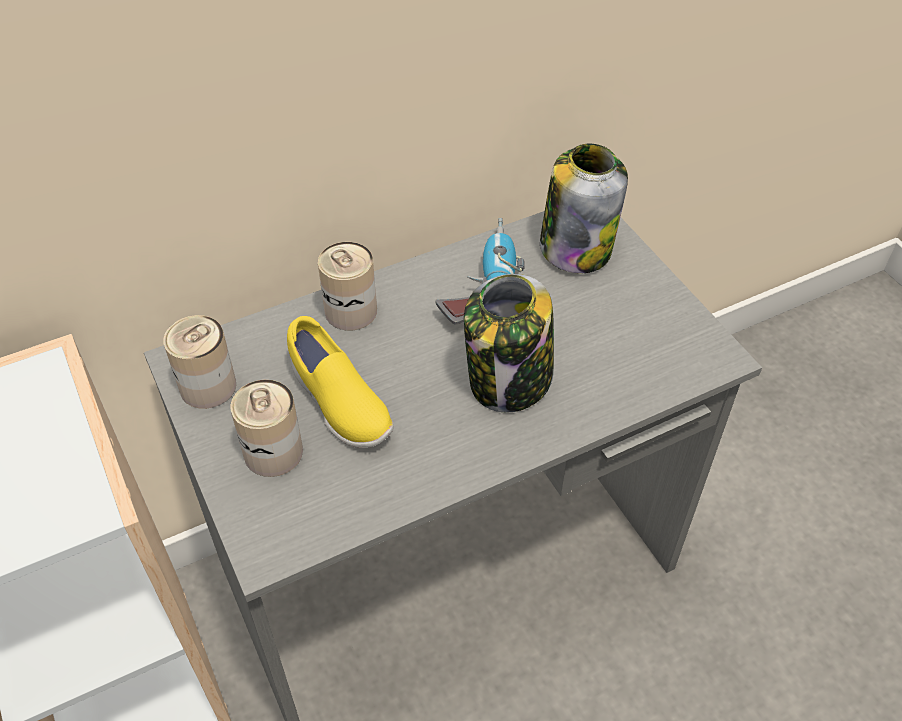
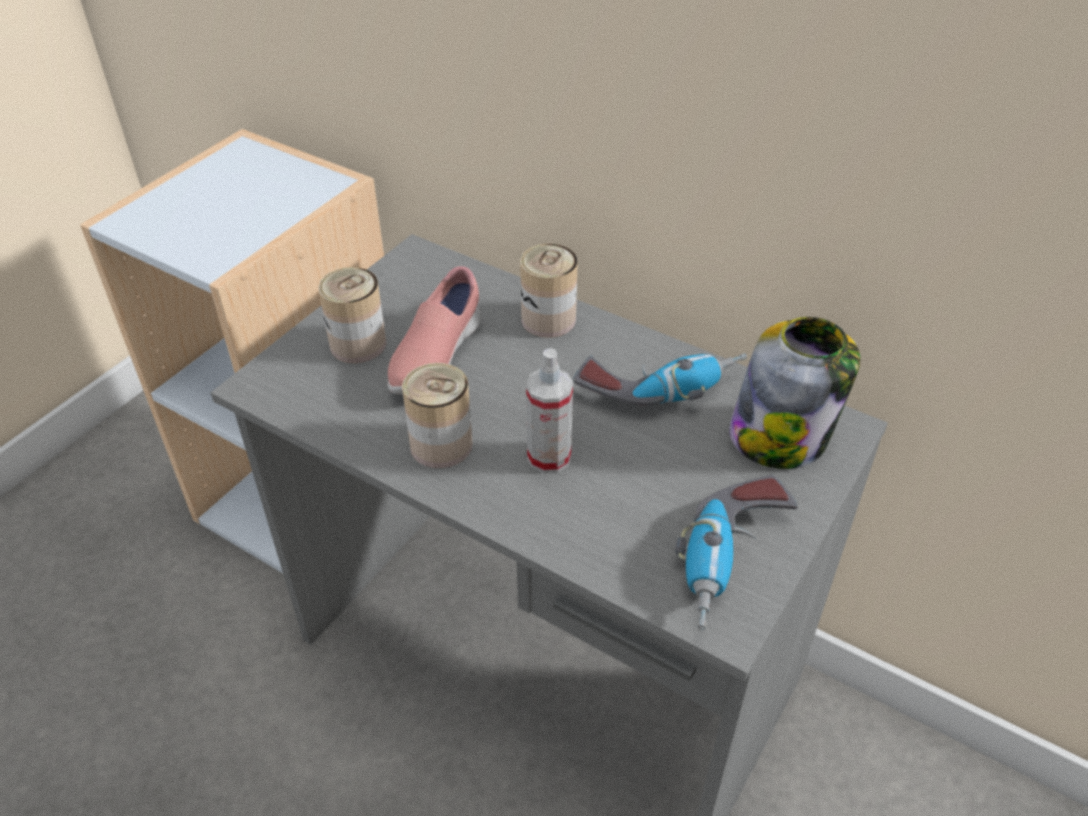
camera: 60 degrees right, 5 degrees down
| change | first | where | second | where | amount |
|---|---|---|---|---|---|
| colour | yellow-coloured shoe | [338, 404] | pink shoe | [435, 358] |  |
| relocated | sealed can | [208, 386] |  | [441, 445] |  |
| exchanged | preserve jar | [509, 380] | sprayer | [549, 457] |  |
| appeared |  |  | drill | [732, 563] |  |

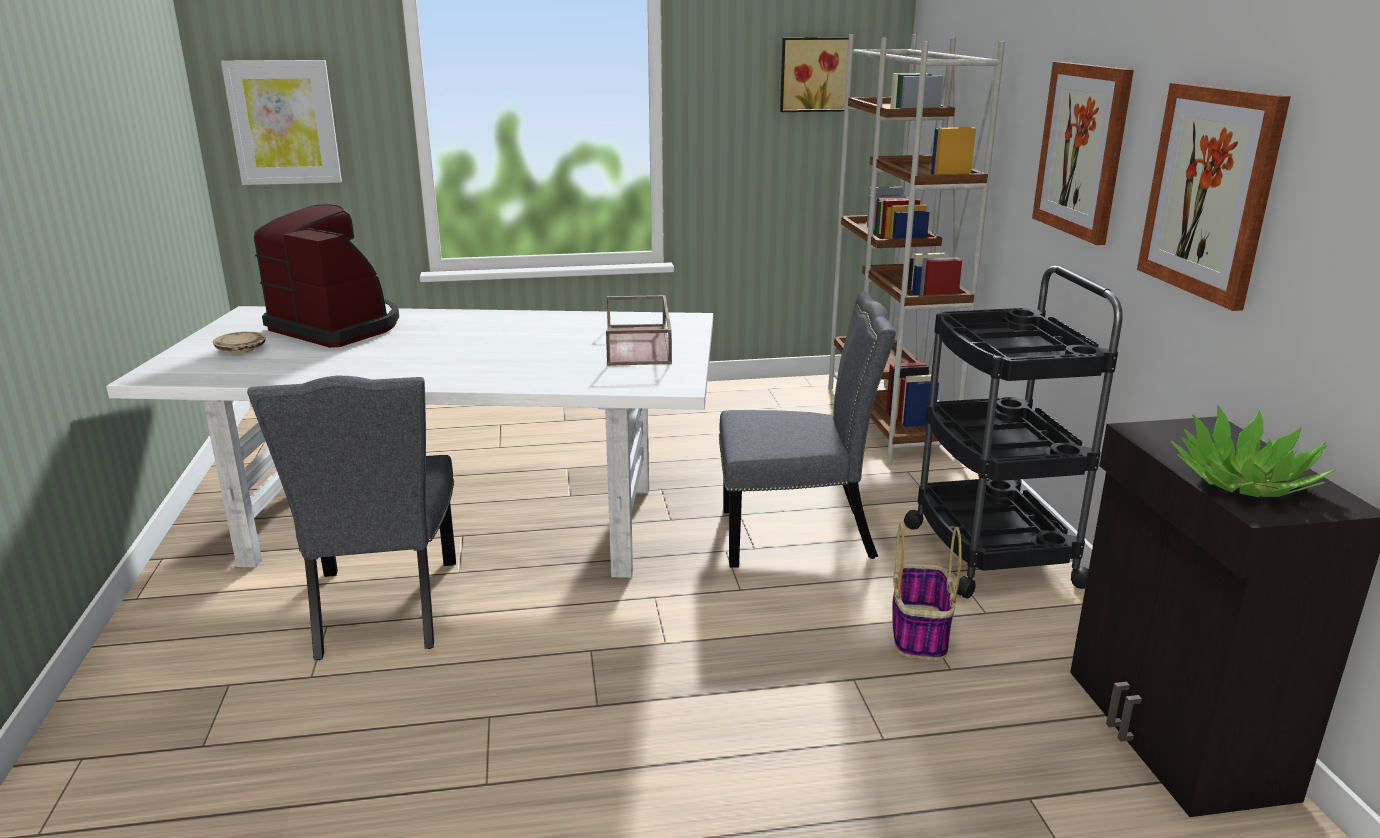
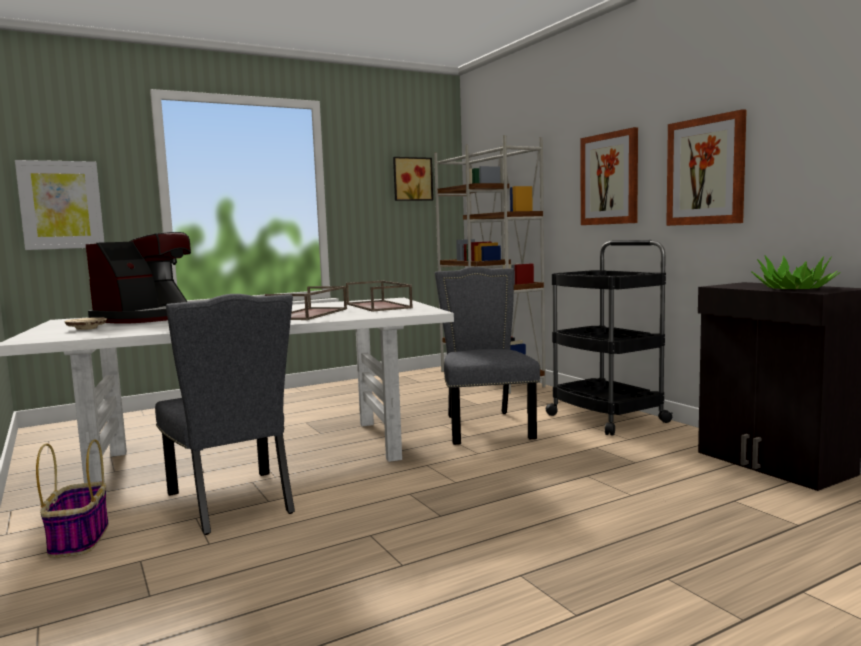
camera: 20 degrees left, 15 degrees down
| change | first | where | second | where | amount |
|---|---|---|---|---|---|
| relocated | household basket | [918, 632] |  | [79, 539] |  |
| spun | coffee brewer | [337, 327] |  | [149, 318] | 105 degrees clockwise |
| appeared |  |  | brown-coloured tray | [309, 314] |  |
| spun | greyish upright chair | [793, 536] |  | [486, 428] | 75 degrees counterclockwise |

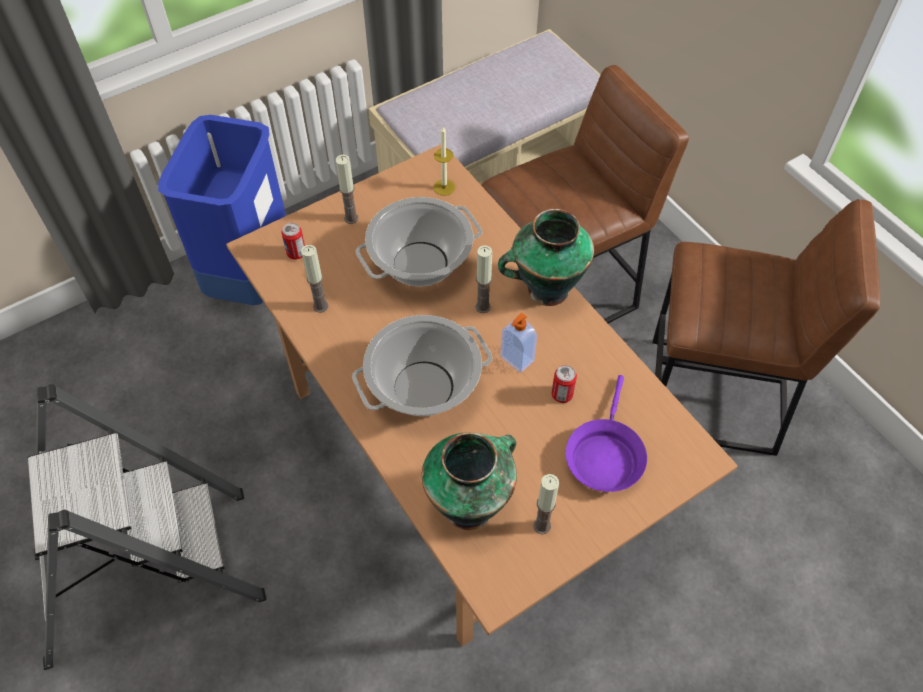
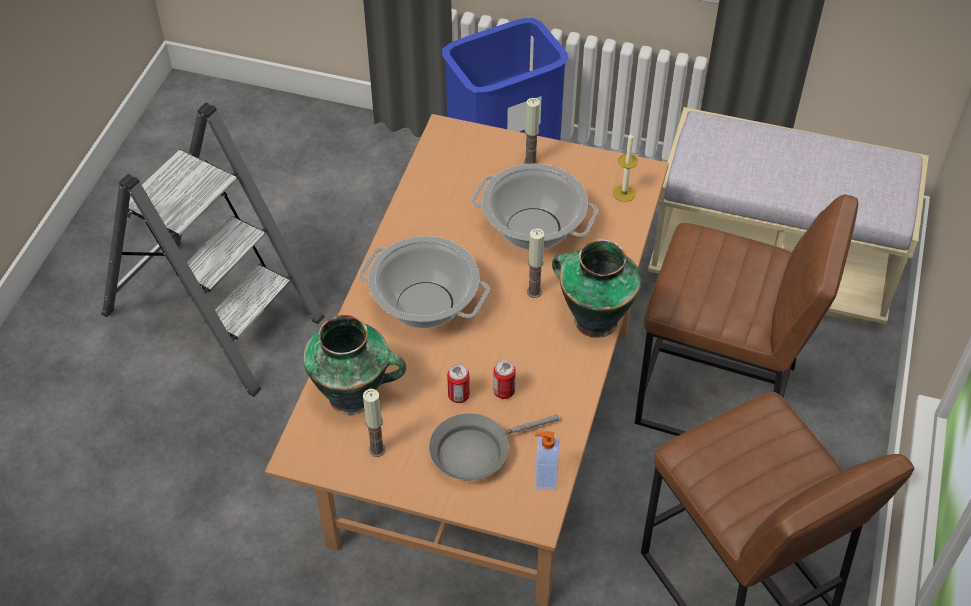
camera: 50 degrees right, 5 degrees down
| change | first | where | second | where | amount |
|---|---|---|---|---|---|
| colour | purplish skillet | [604, 455] | greyish skillet | [476, 451] |  |
| relocated | sealed can | [296, 253] |  | [458, 395] |  |
| relocated | liquid soap bottle | [516, 360] |  | [544, 477] |  |
| missing | wax candle | [320, 306] |  |  |  |

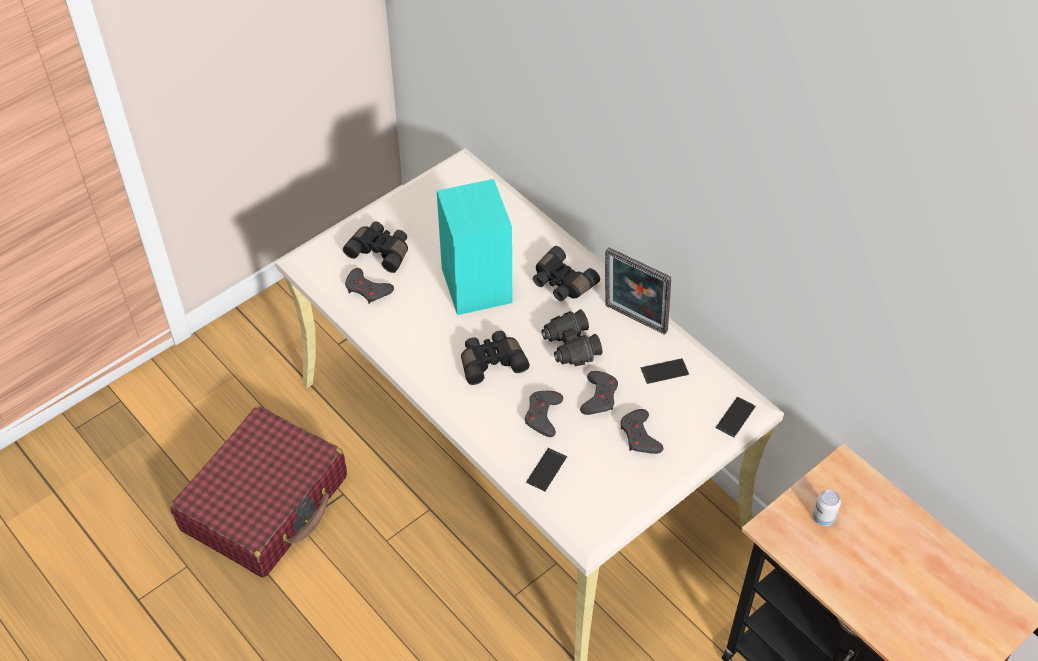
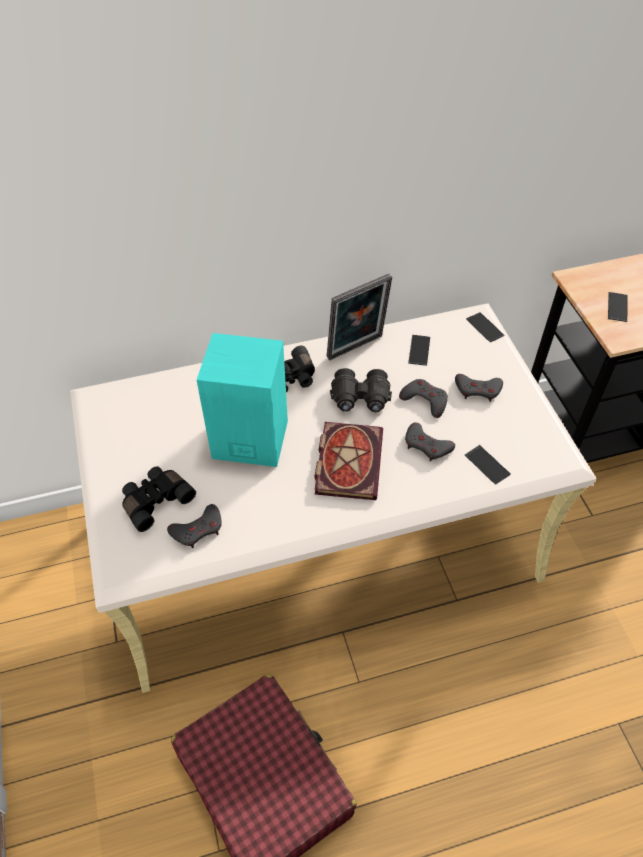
camera: 65 degrees left, 0 degrees up
| change | first | where | second | where | amount |
|---|---|---|---|---|---|
| exchanged | black binoculars | [491, 362] | book | [347, 460] |  |
| exchanged | sealed can | [823, 518] | handset | [617, 307] |  |

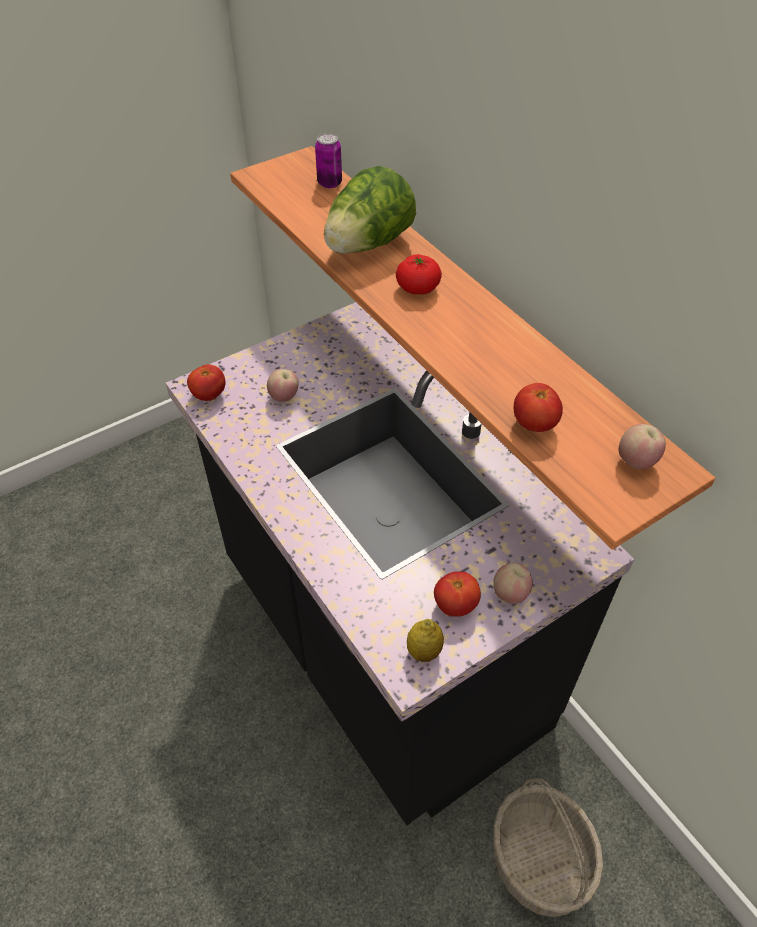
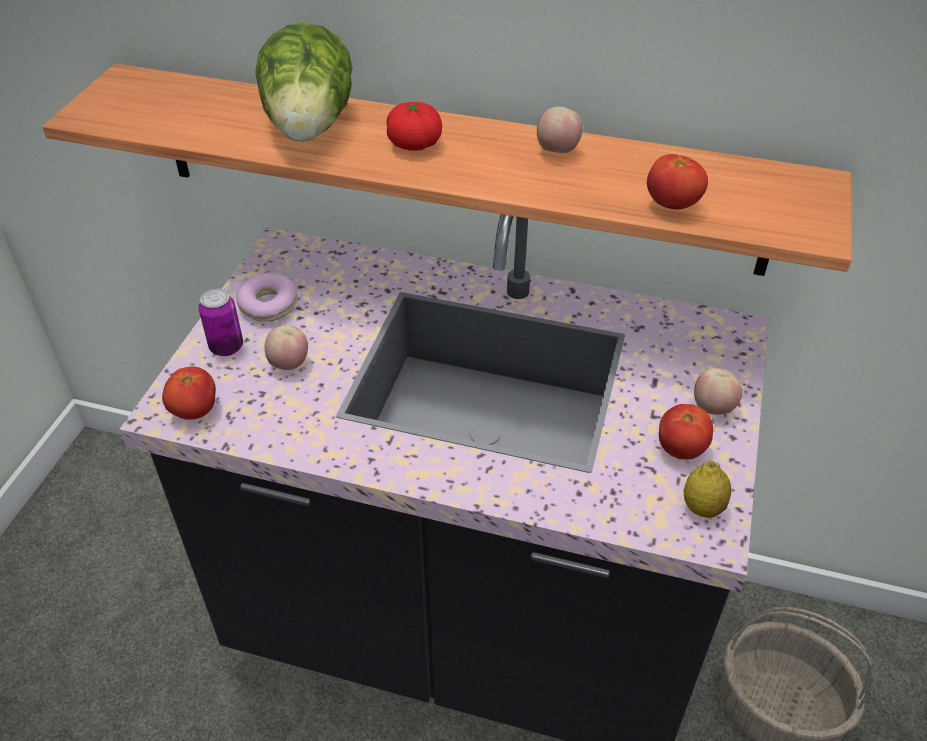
camera: 40 degrees left, 5 degrees down
| change | first | where | second | where | amount |
|---|---|---|---|---|---|
| relocated | sealed can | [329, 183] |  | [226, 347] |  |
| appeared |  |  | donut | [268, 305] |  |
| relocated | whole apple | [636, 462] |  | [557, 151] |  |

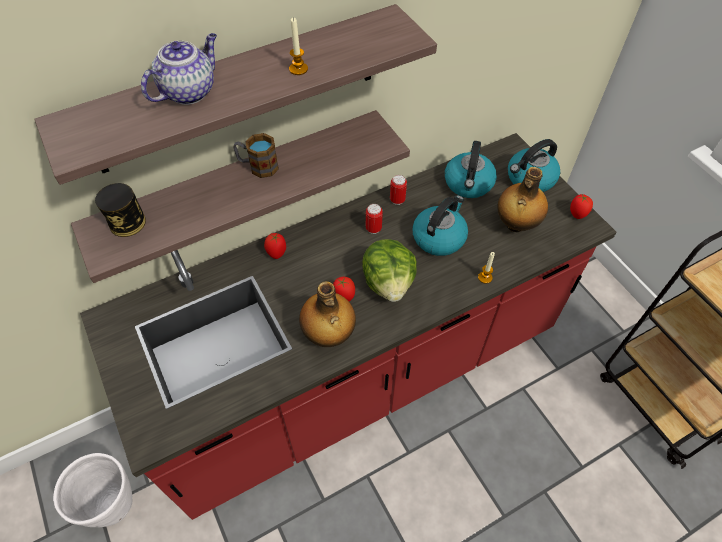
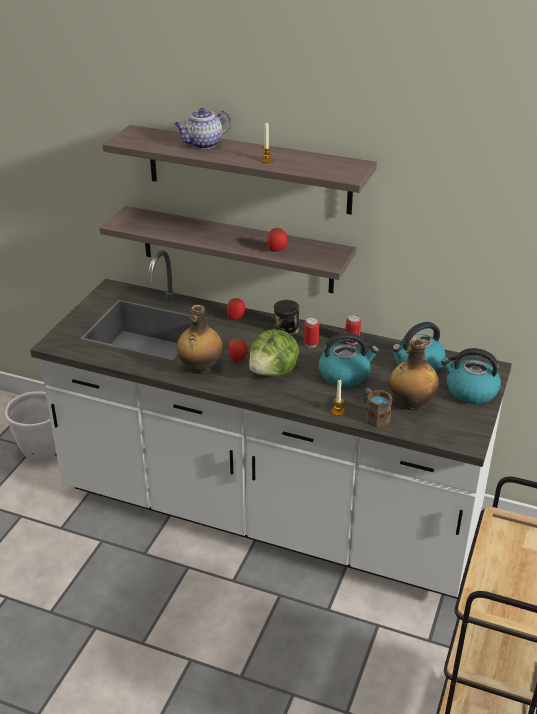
camera: 50 degrees right, 20 degrees down
| change | first | where | second | where | amount |
|---|---|---|---|---|---|
| colour | red-coloured kitchen counter | [361, 375] | white kitchen counter | [268, 512] |  |
| spun | tea pot | [189, 91] |  | [203, 144] | 150 degrees clockwise |
| relocated | tomato | [577, 214] |  | [277, 250] |  |
| relocated | sealed can | [127, 222] |  | [286, 329] |  |
| relocated | mug | [258, 166] |  | [374, 416] |  |

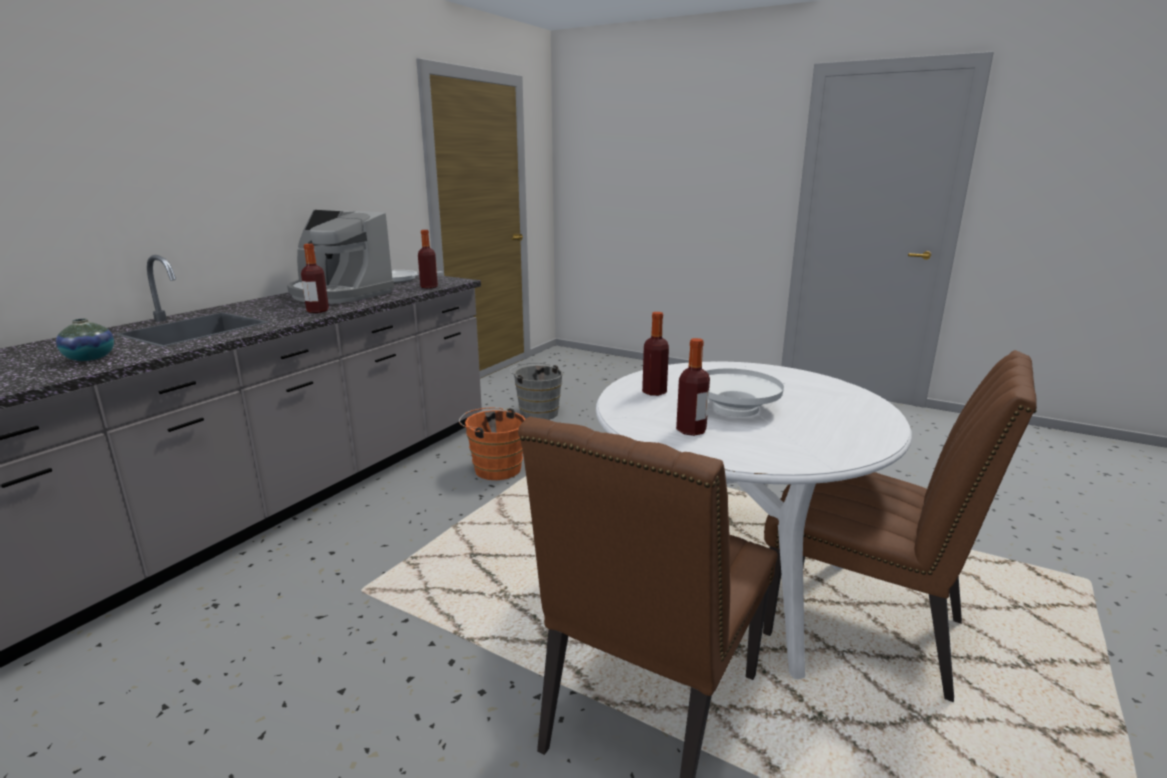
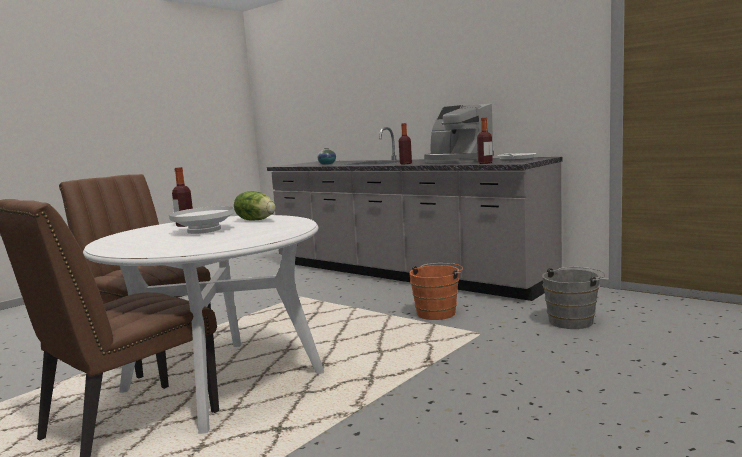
camera: 100 degrees right, 10 degrees down
| change | first | where | second | where | amount |
|---|---|---|---|---|---|
| exchanged | drink bottle | [654, 392] | head of lettuce | [256, 220] |  |
| spun | coffee brewer | [339, 294] |  | [456, 161] | 75 degrees counterclockwise |

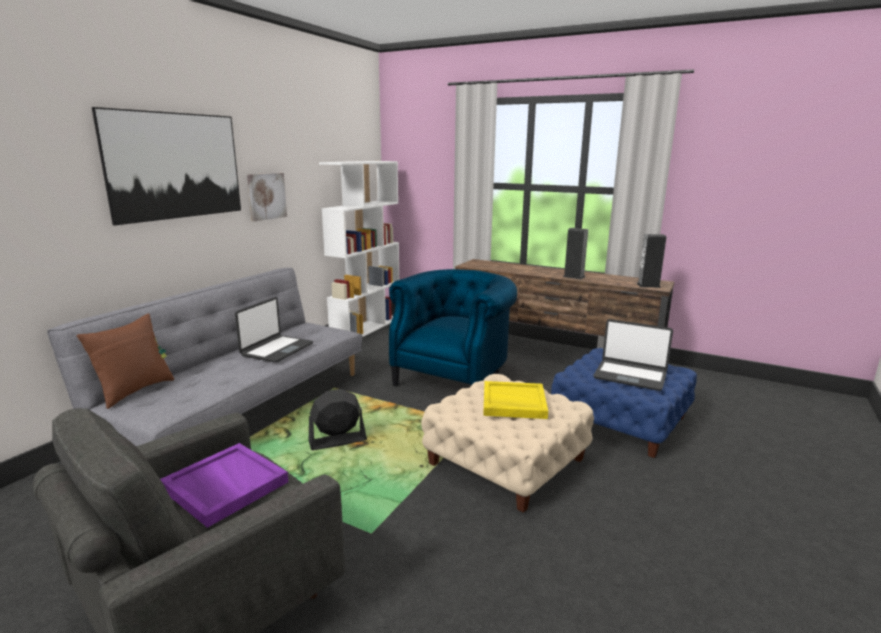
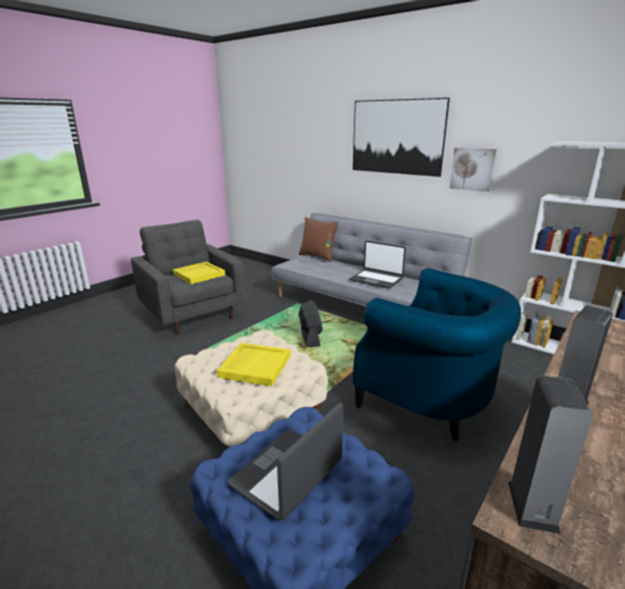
camera: 100 degrees right, 5 degrees up
| change | first | where | second | where | amount |
|---|---|---|---|---|---|
| colour | purplish tray | [224, 486] | yellow-coloured tray | [199, 274] |  |

